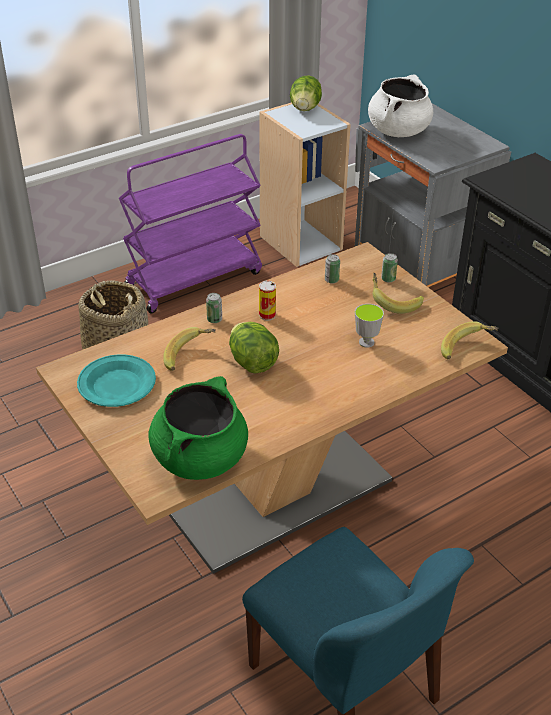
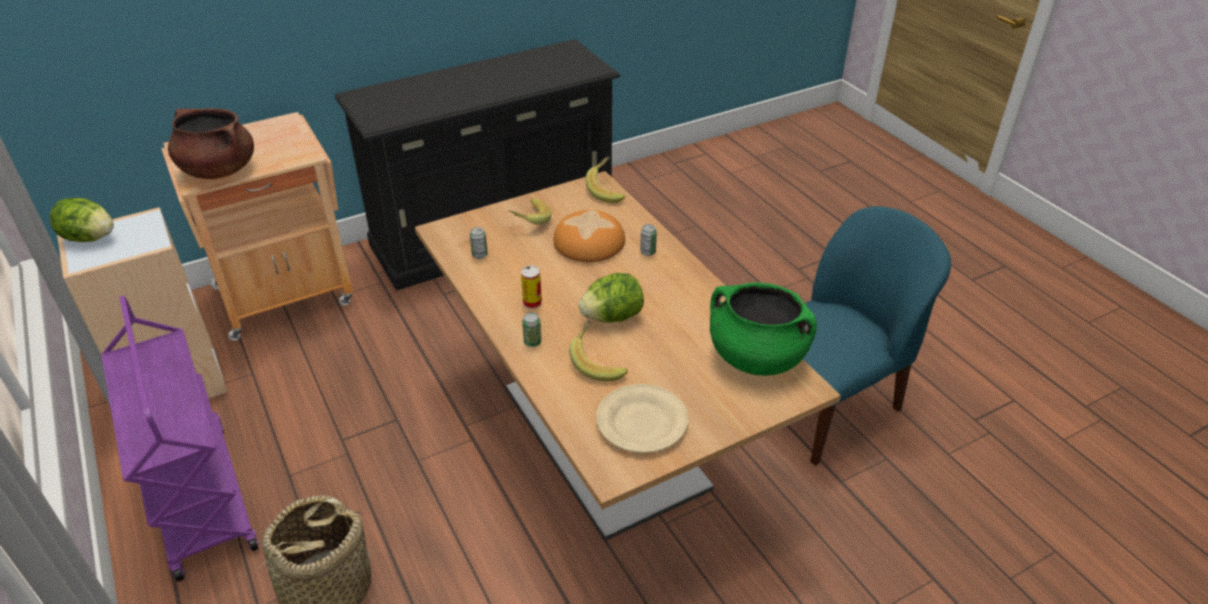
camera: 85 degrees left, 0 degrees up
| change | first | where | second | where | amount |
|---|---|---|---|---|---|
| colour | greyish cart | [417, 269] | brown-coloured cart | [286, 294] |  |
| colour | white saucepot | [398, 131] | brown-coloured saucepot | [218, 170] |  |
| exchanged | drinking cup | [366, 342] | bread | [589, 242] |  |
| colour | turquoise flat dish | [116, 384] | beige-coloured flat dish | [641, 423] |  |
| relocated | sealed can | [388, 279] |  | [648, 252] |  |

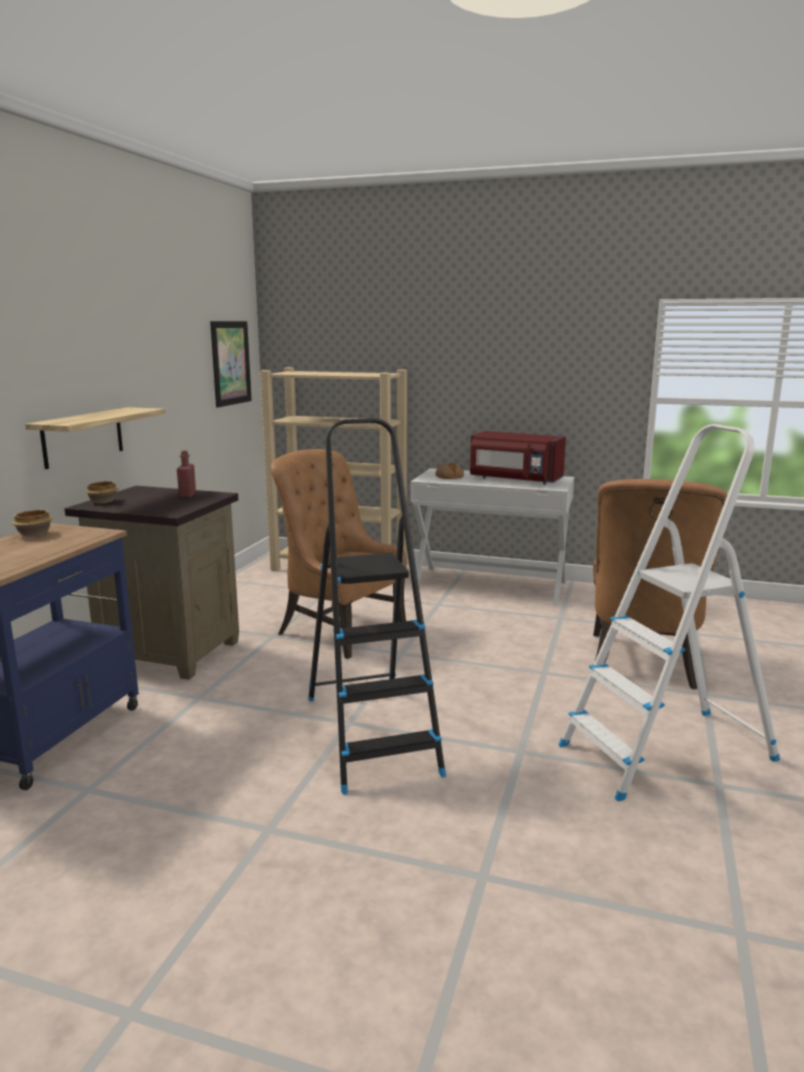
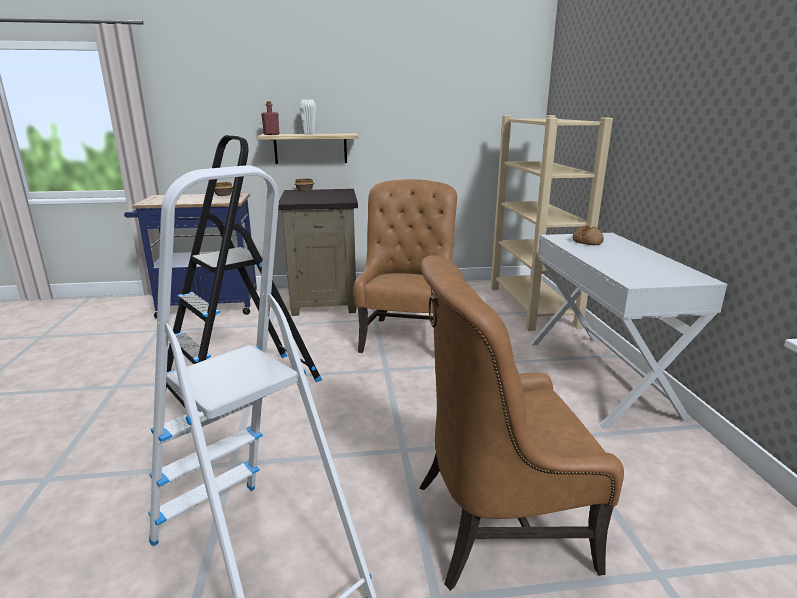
camera: 65 degrees right, 5 degrees up
| change | first | where | second | where | amount |
|---|---|---|---|---|---|
| relocated | red-coloured drink bottle | [187, 495] |  | [271, 134] |  |
| appeared |  |  | white flower vase | [309, 134] |  |
| missing | picture | [230, 363] |  |  |  |
| missing | red-coloured microwave oven | [514, 480] |  |  |  |

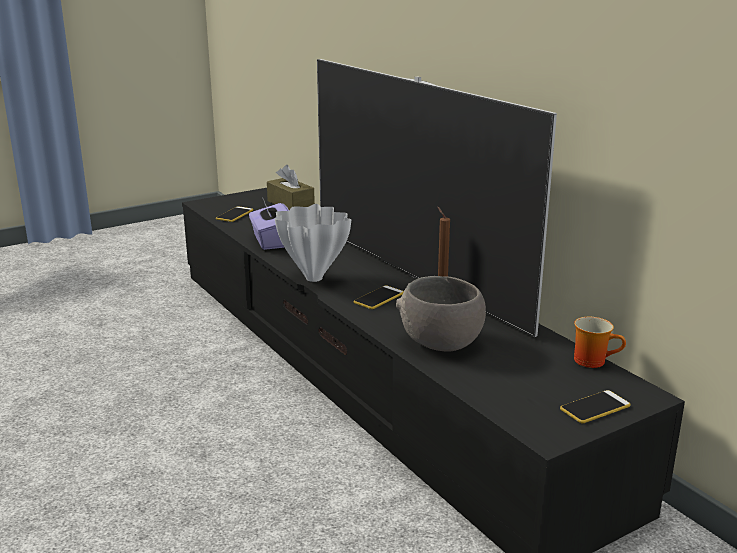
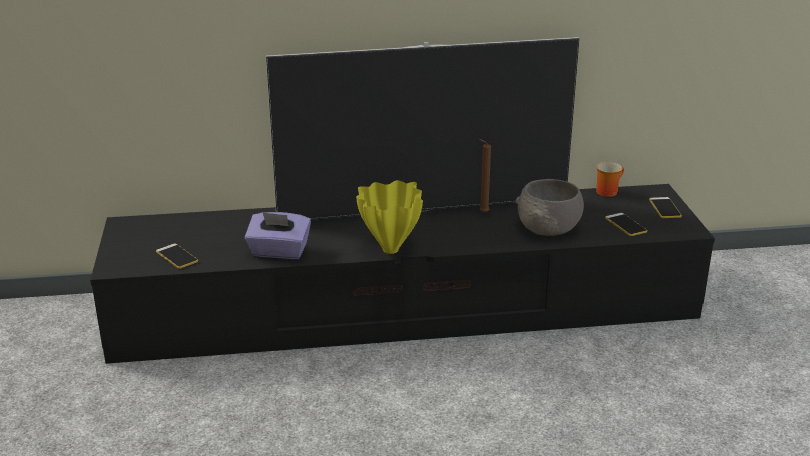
camera: 65 degrees left, 5 degrees up
| change | first | where | second | where | amount |
|---|---|---|---|---|---|
| colour | white flower vase | [312, 278] | yellow-coloured flower vase | [389, 250] |  |
| relocated | handset | [379, 298] |  | [625, 225] |  |
| missing | brown-coloured tissue box | [290, 204] |  |  |  |

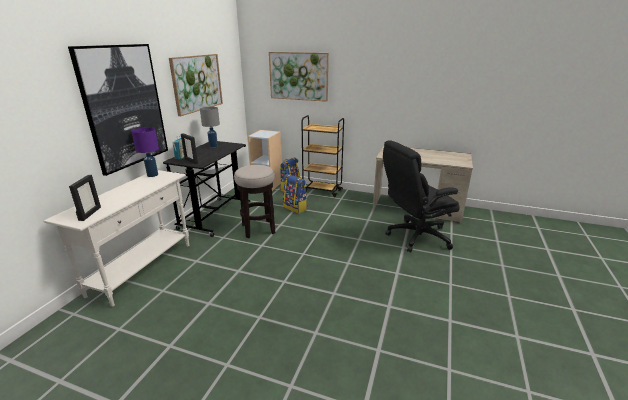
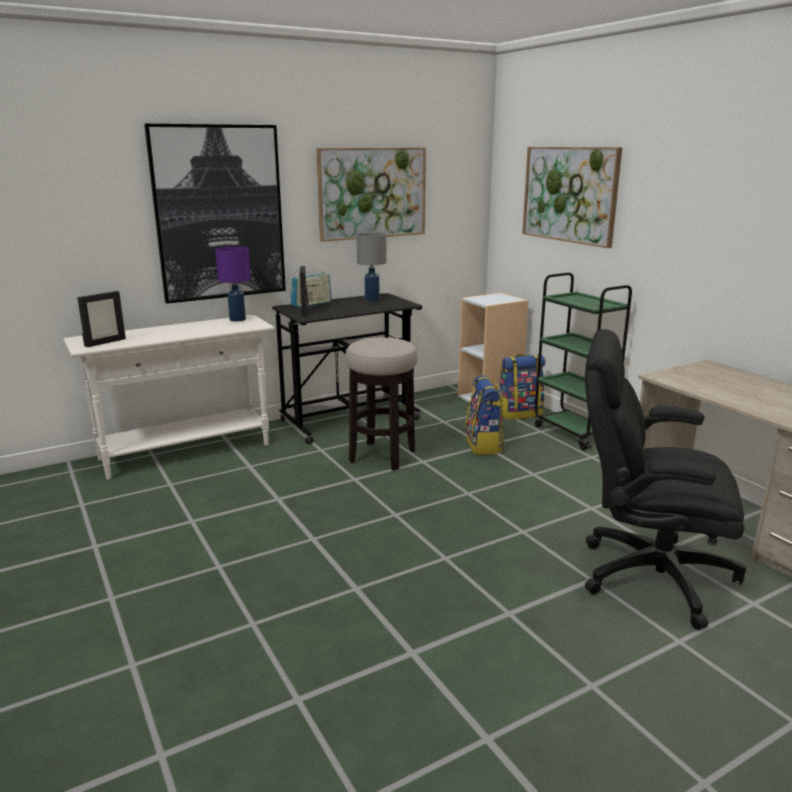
camera: 40 degrees right, 5 degrees down
| change | first | where | second | where | amount |
|---|---|---|---|---|---|
| colour | brown-coloured cart | [322, 191] | green cart | [574, 434] |  |

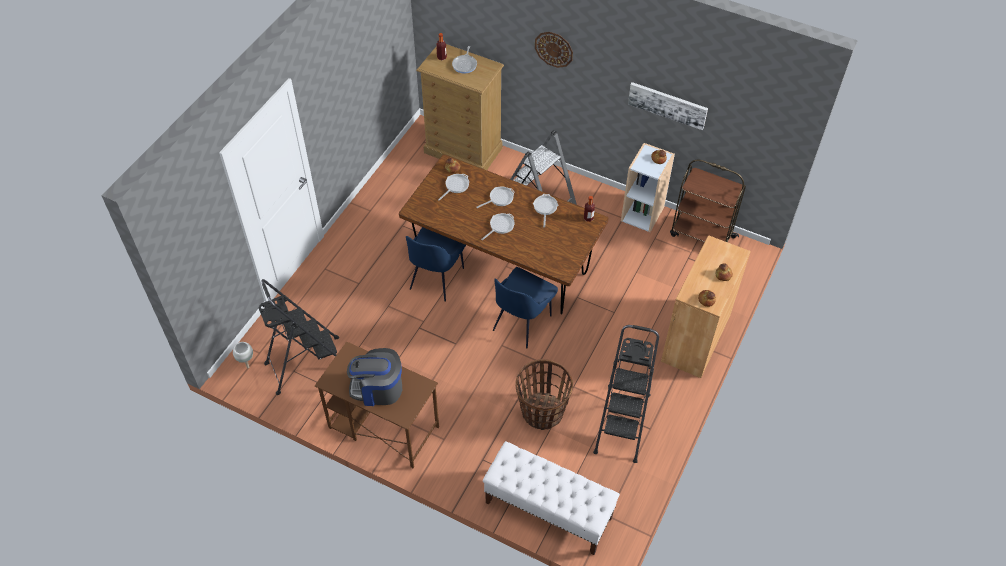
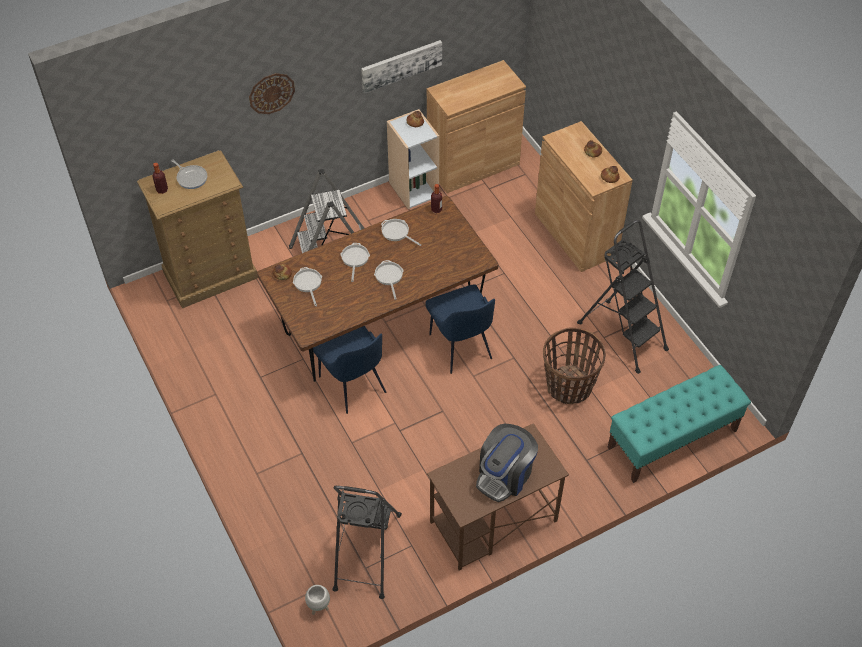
camera: 55 degrees left, 0 degrees up
| change | first | where | second | where | amount |
|---|---|---|---|---|---|
| exchanged | brown-coloured cart | [701, 235] | brown-coloured storage cabinet | [473, 165] |  |
| colour | white long seat | [548, 510] | turquoise long seat | [672, 439] |  |

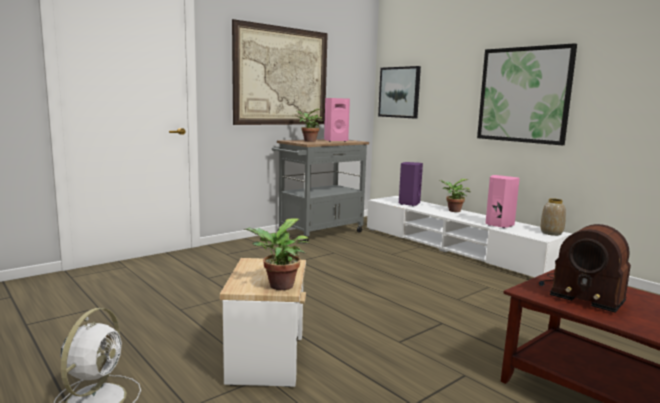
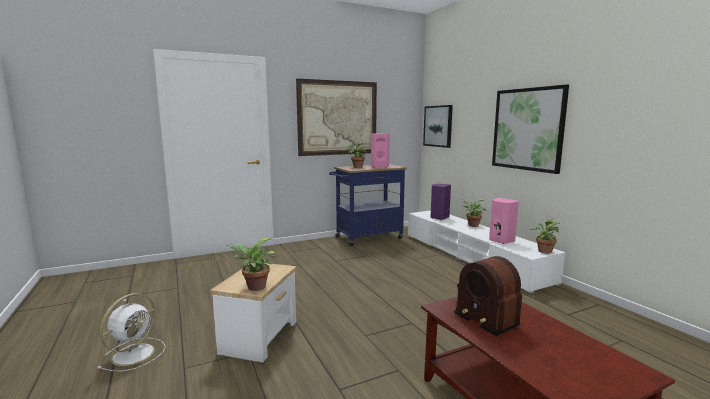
camera: 15 degrees right, 0 degrees up
| change | first | where | second | where | amount |
|---|---|---|---|---|---|
| colour | greyish cart | [318, 233] | blue cart | [367, 238] |  |
| exchanged | flower vase | [551, 233] | potted plant | [544, 251] |  |

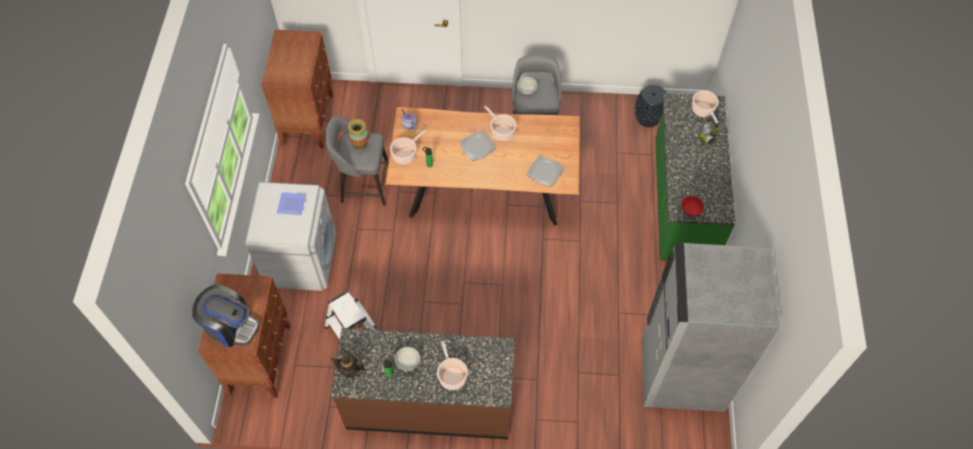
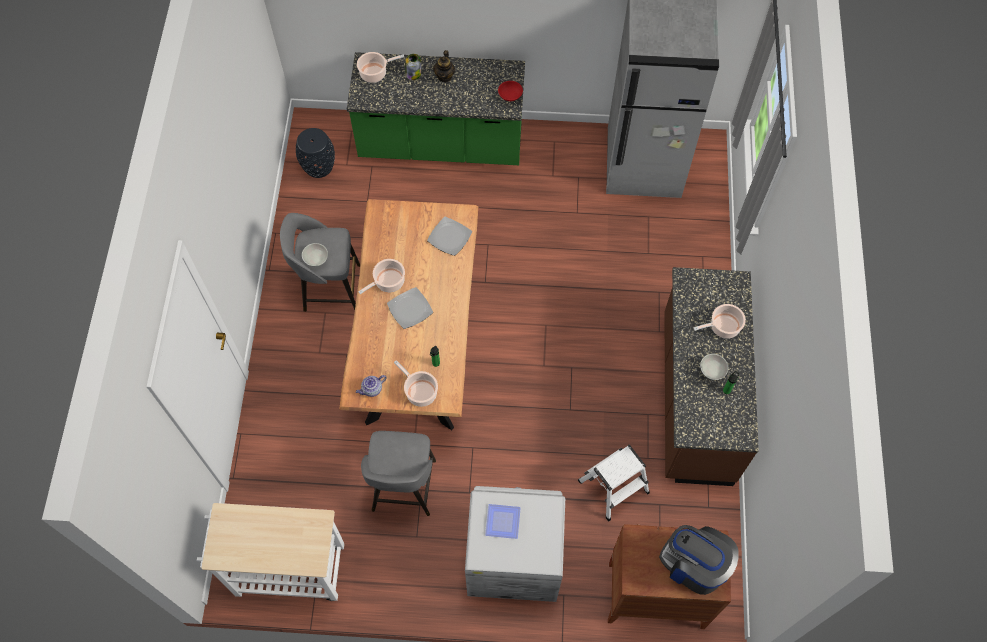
camera: 90 degrees left, 5 degrees up
| change | first | where | second | where | amount |
|---|---|---|---|---|---|
| exchanged | brown-coloured chest of drawers | [309, 119] | white cart | [288, 571] |  |
| relocated | tea pot | [350, 370] |  | [445, 76] |  |
| spun | coffee brewer | [230, 326] |  | [694, 565] | 75 degrees counterclockwise |
| missing | flower vase | [360, 144] |  |  |  |

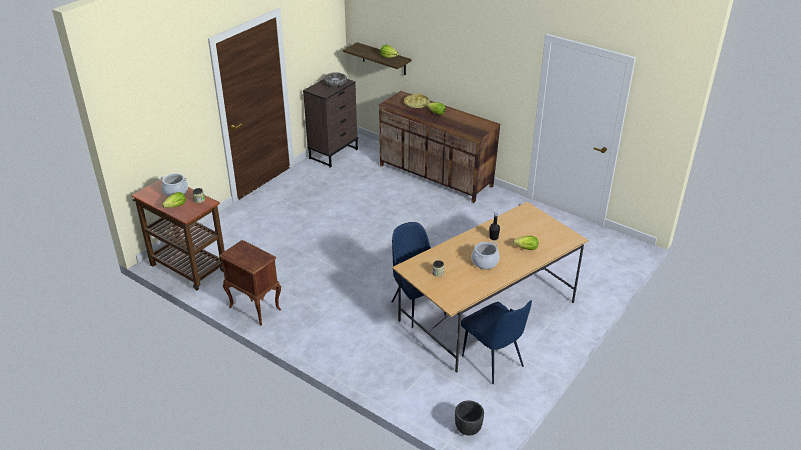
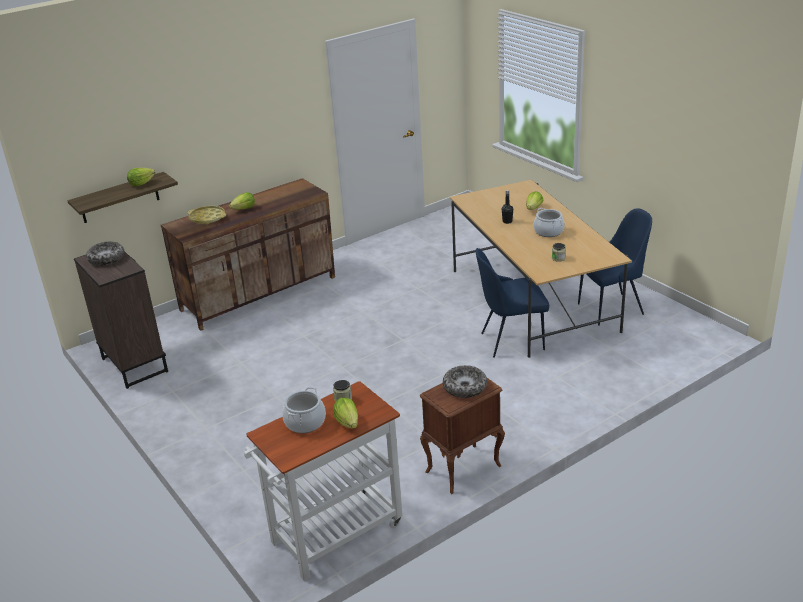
camera: 70 degrees left, 5 degrees down
| change | first | where | second | where | amount |
|---|---|---|---|---|---|
| colour | brown-coloured cart | [187, 268] | white cart | [335, 535] |  |
| appeared |  |  | serving bowl | [464, 387] |  |
| missing | black flower pot | [468, 429] |  |  |  |

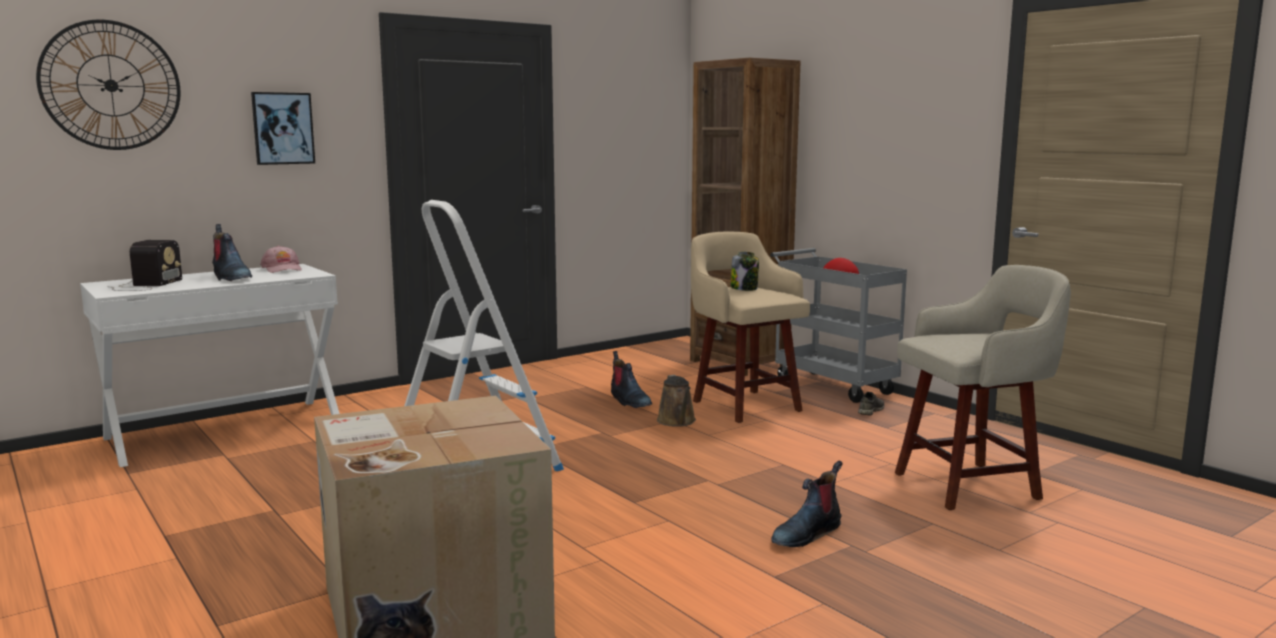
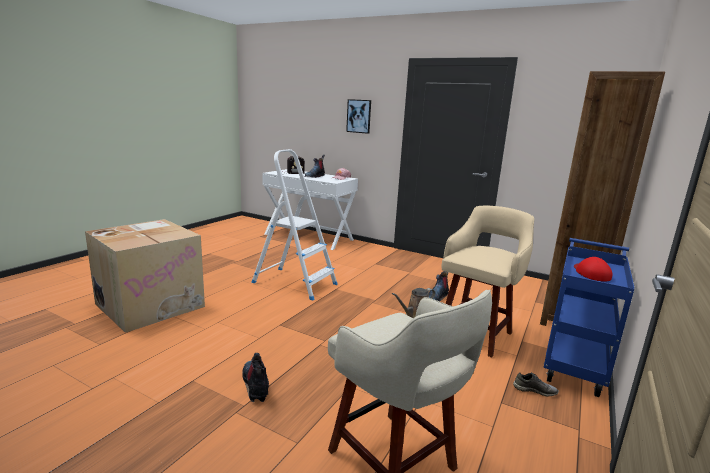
camera: 65 degrees right, 5 degrees up
| change | first | where | second | where | amount |
|---|---|---|---|---|---|
| spun | tall boot | [806, 534] |  | [256, 385] | 45 degrees clockwise |
| colour | greyish cart | [831, 387] | blue cart | [574, 364] |  |
| missing | clock on the wall | [111, 85] |  |  |  |
| missing | preserve jar | [744, 288] |  |  |  |

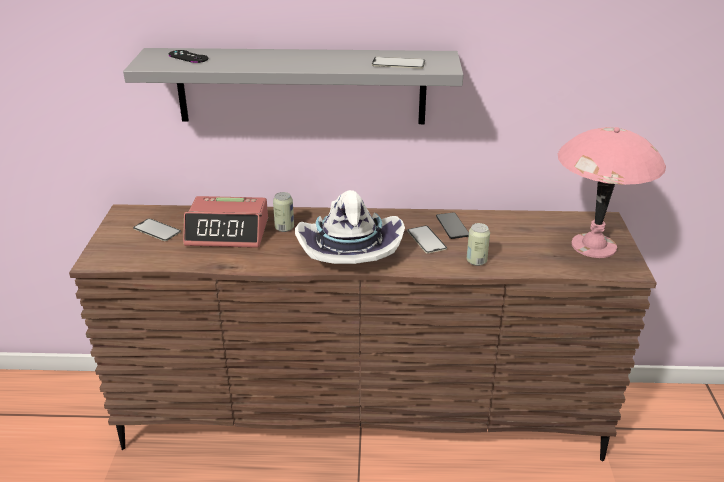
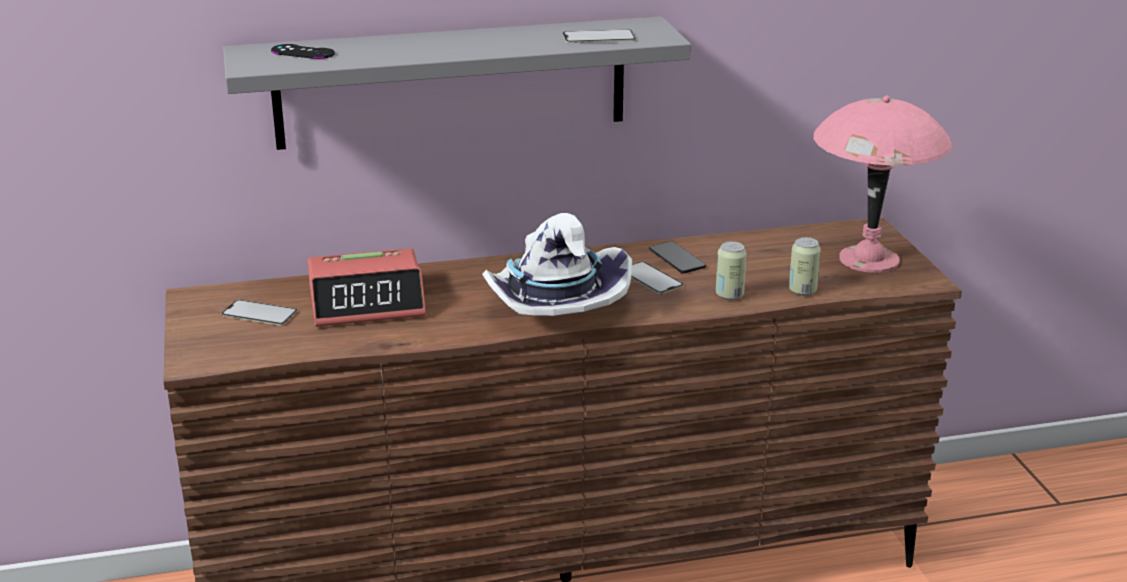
camera: 15 degrees left, 5 degrees down
| change | first | where | second | where | amount |
|---|---|---|---|---|---|
| relocated | sealed can | [284, 228] |  | [802, 290] |  |

